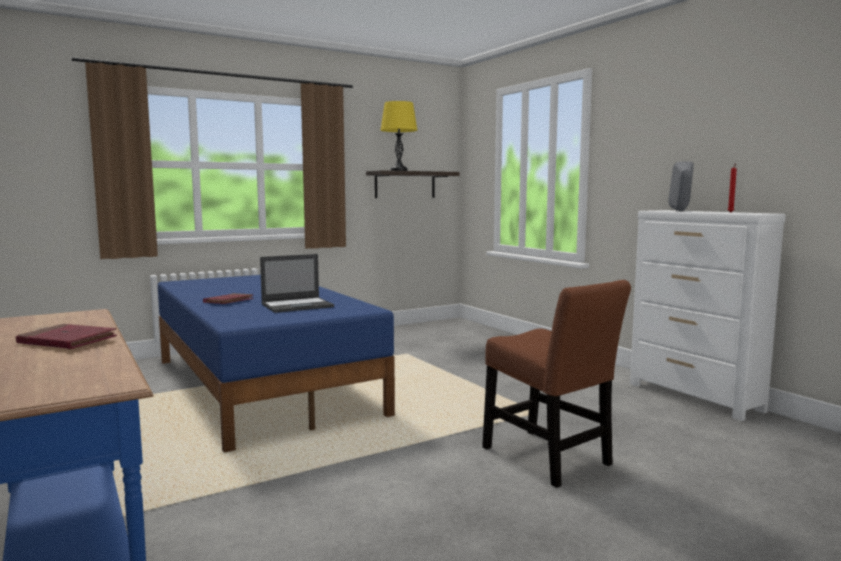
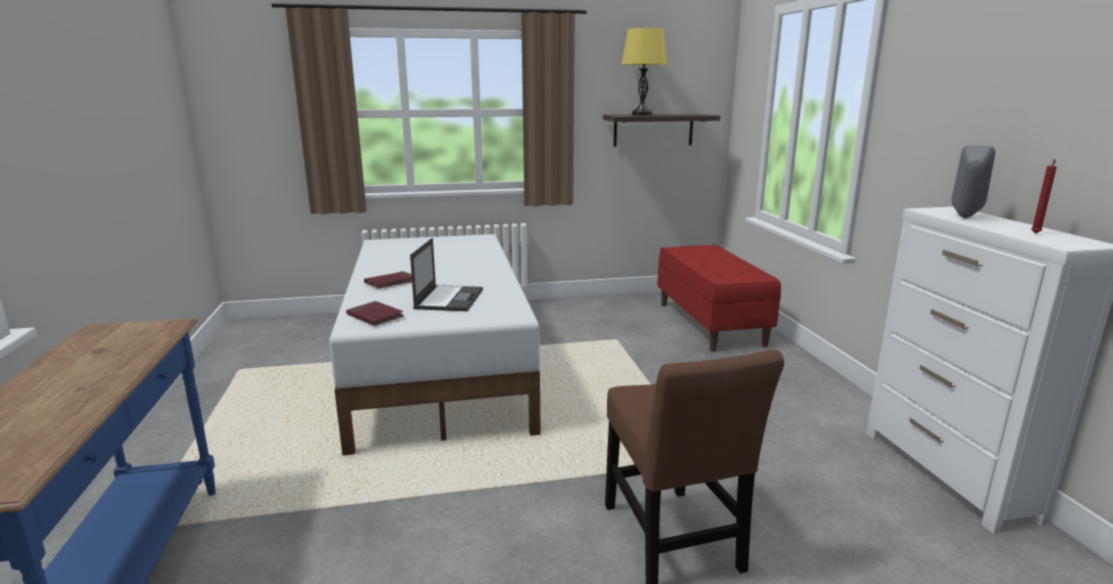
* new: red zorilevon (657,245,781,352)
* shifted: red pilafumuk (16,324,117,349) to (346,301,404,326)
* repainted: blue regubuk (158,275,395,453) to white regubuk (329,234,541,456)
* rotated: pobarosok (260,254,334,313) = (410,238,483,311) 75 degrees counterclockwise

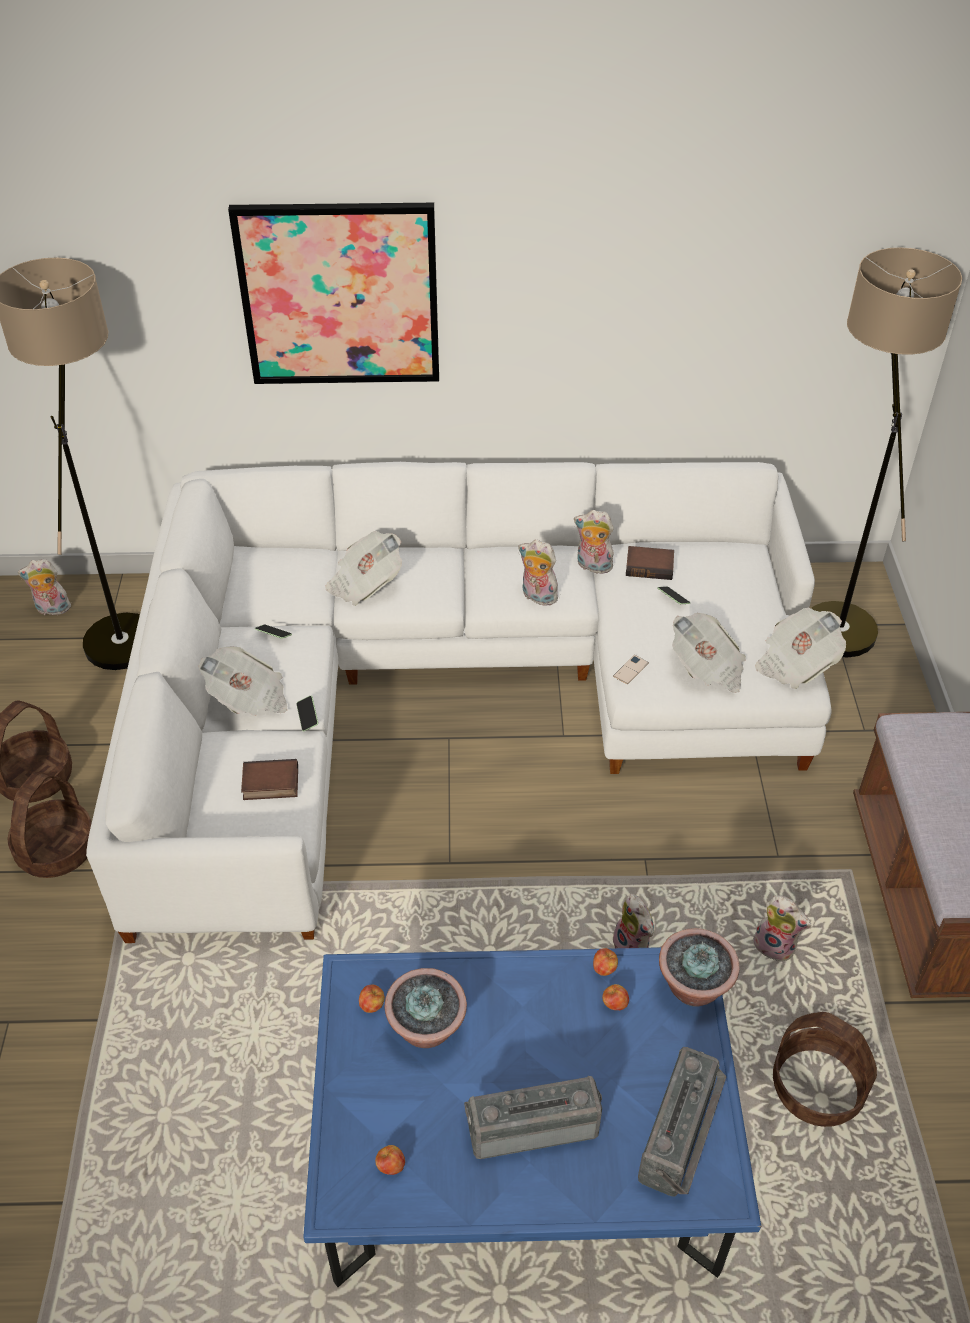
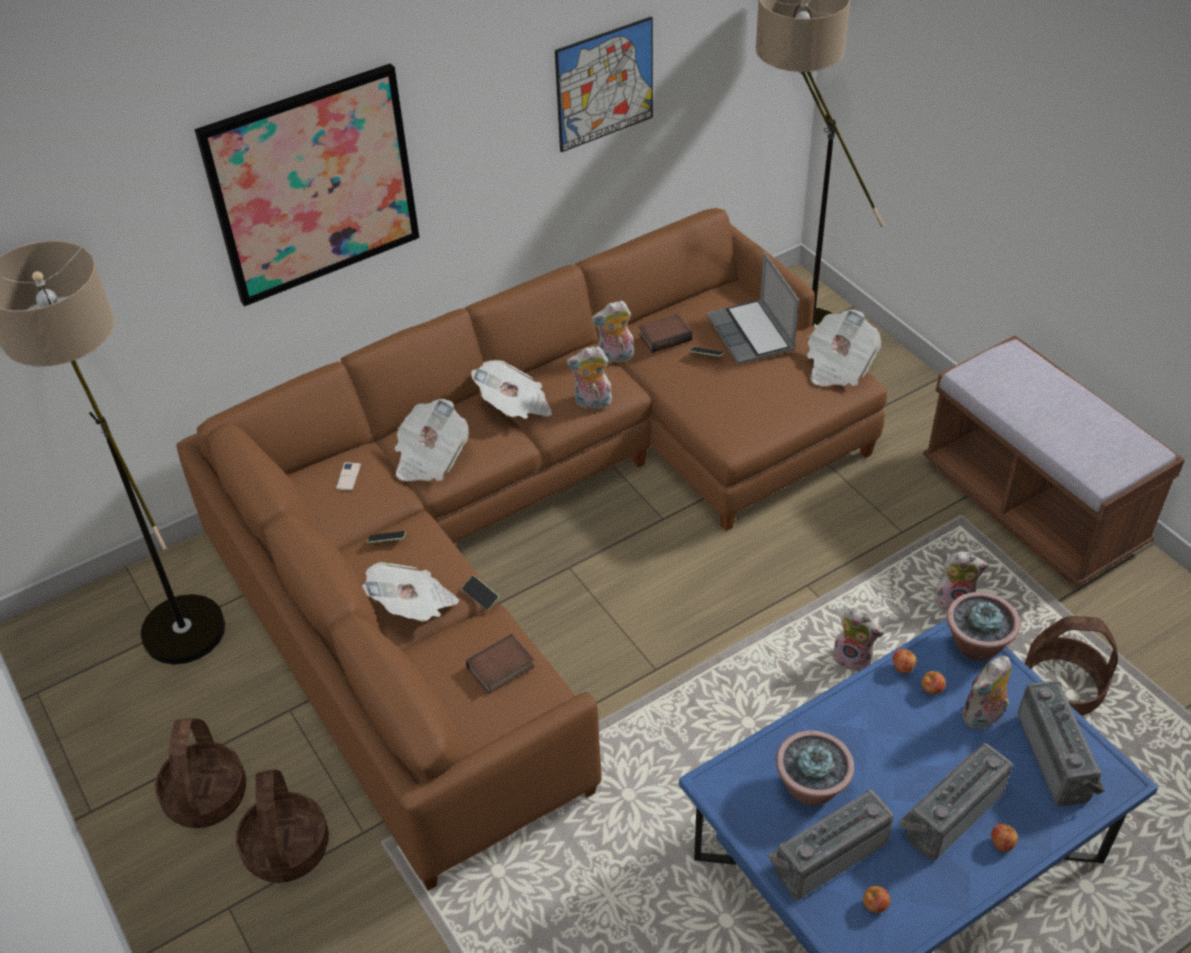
* new: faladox (555,16,653,152)
* new: pobarosok (707,252,799,364)
* new: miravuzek (768,790,894,900)
* shifted: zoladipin (18,559,72,615) to (962,656,1011,729)
* shifted: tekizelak (359,985,385,1013) to (991,824,1018,852)
* shifted: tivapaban (613,655,649,684) to (335,462,361,491)
* shifted: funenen (672,613,746,693) to (471,360,552,419)
* repainted: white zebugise (86,462,832,943) to brown zebugise (177,208,887,891)

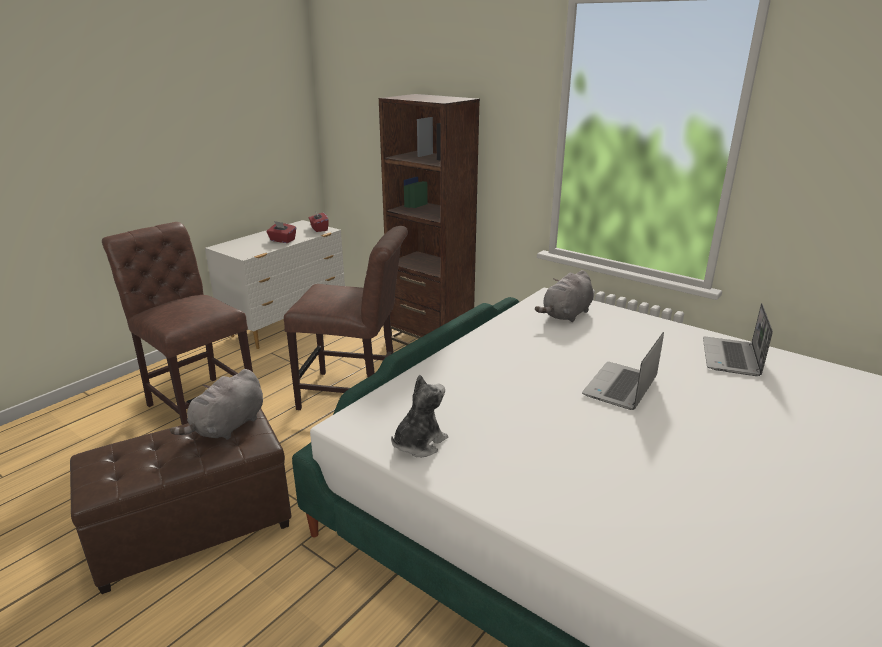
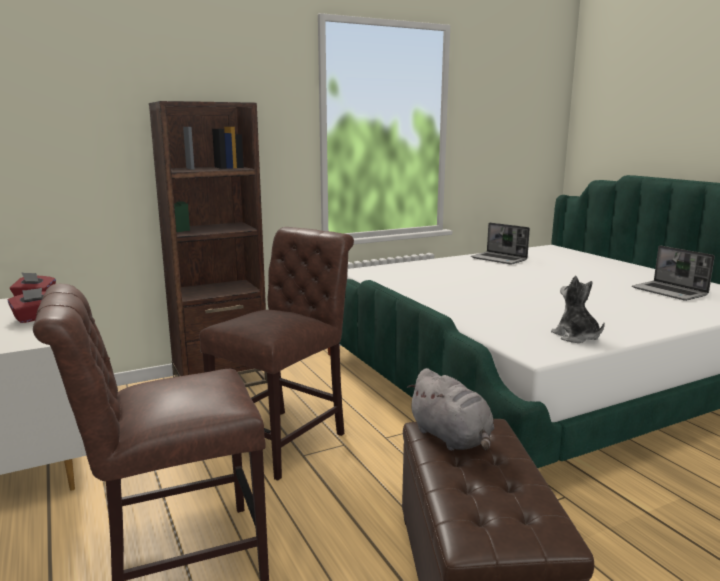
* gone: grey zoladipin (535,270,594,322)
* shifted: pobarosok (582,332,664,410) to (632,245,715,301)

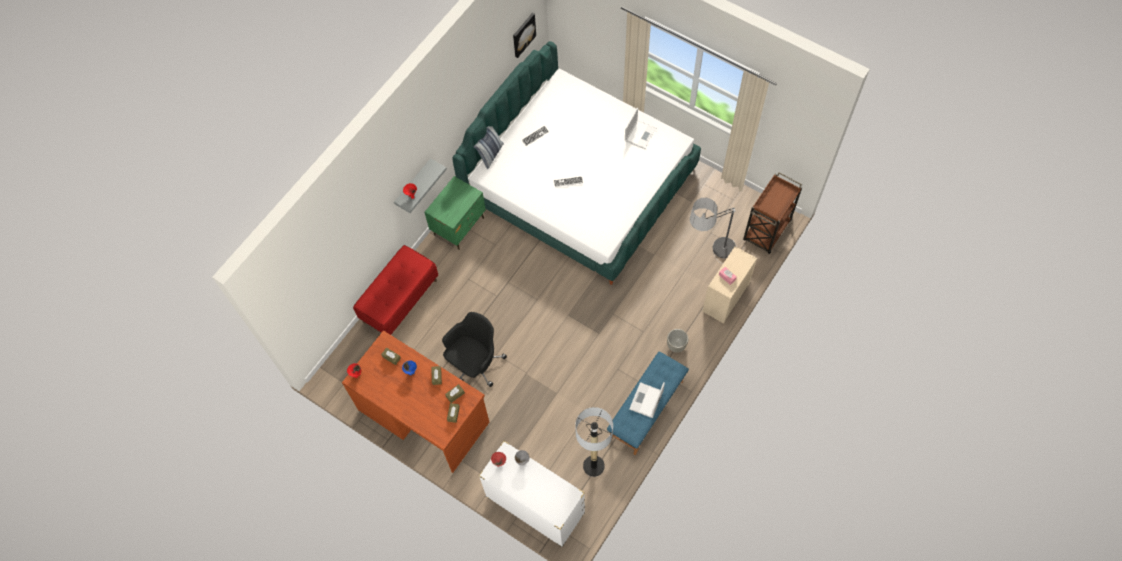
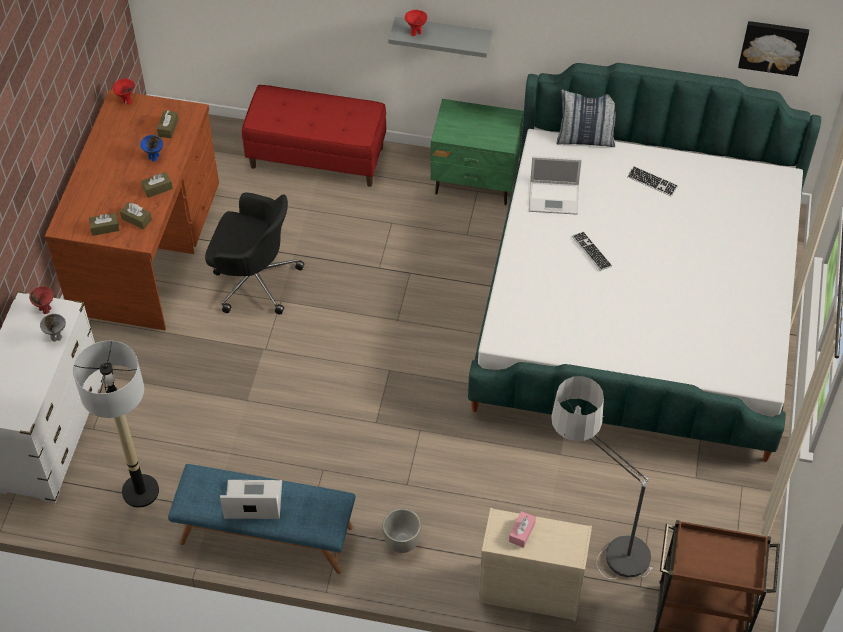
* shifted: pobarosok (625,108,656,149) to (529,156,582,215)

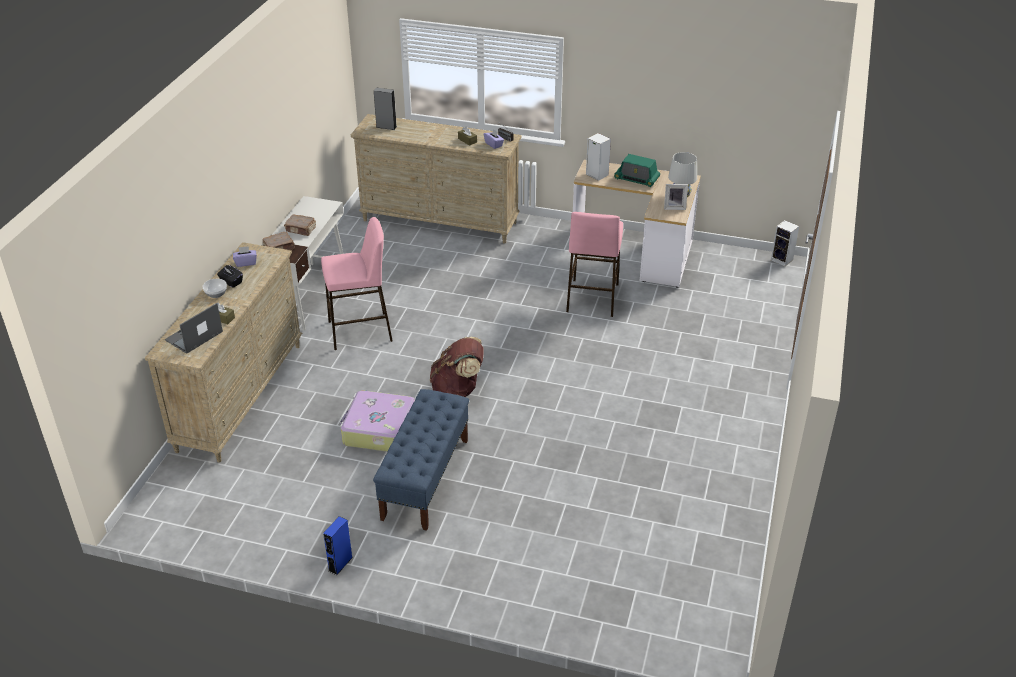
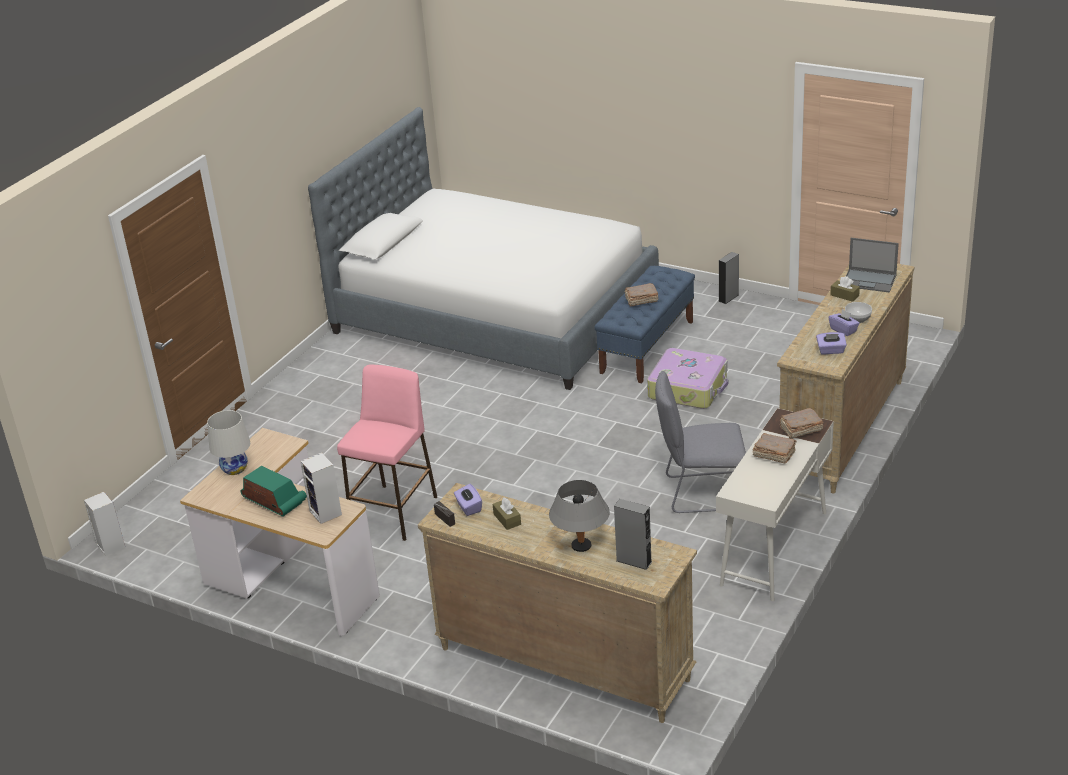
* gone: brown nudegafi (430,337,484,397)
* gone: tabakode (664,184,688,210)
* new: regubuk (308,107,659,390)
* new: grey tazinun (549,480,610,552)
* new: brown pilafumuk (625,283,658,307)
* swapped: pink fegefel (321,217,393,350) to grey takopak (655,371,746,513)
* repainted: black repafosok (217,265,243,288) to purple repafosok (828,309,860,336)
* repainted: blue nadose (323,516,353,575) to grey nadose (718,252,739,304)
* rotated: pobarosok (165,303,223,354) = (846,238,899,293) 60 degrees clockwise

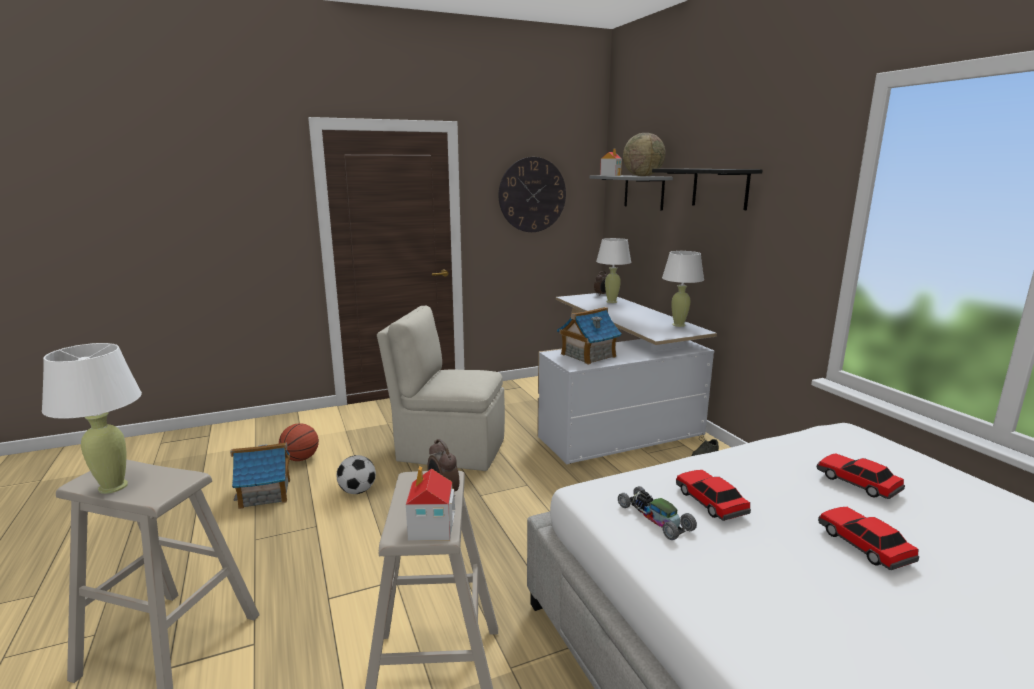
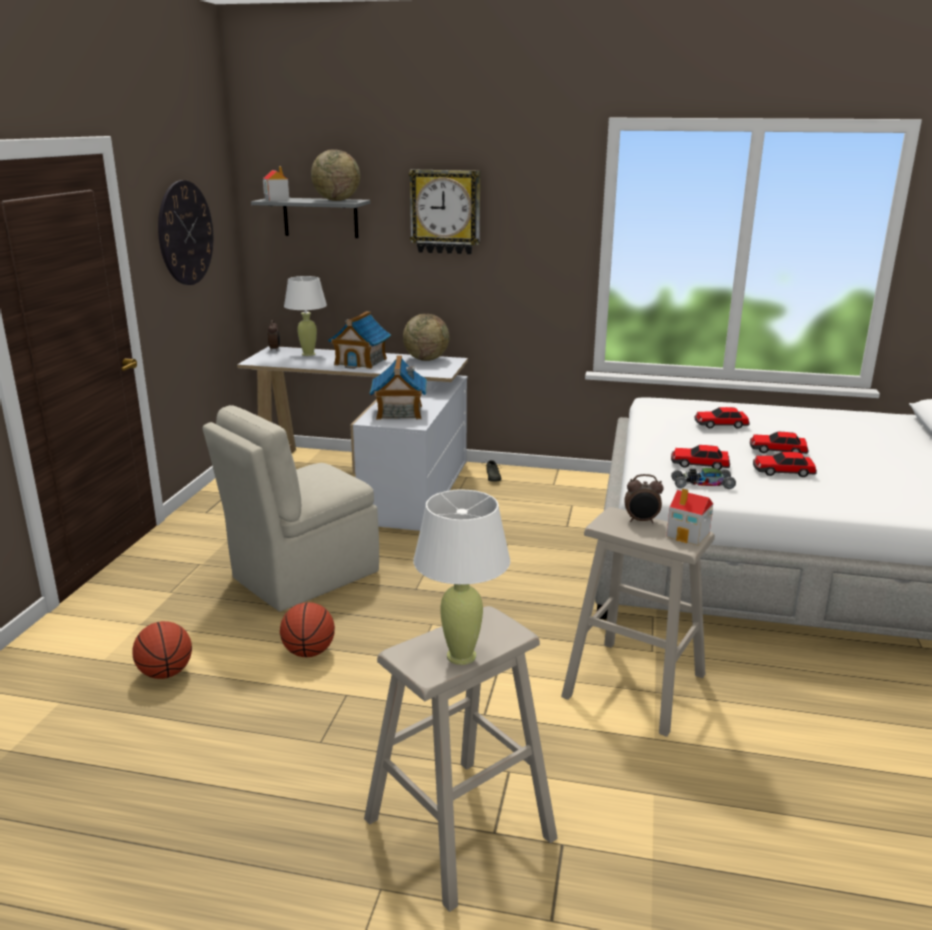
* new: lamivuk (753,452,817,477)
* shifted: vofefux (230,443,290,509) to (328,311,391,369)
* swapped: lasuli (337,455,376,494) to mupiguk (280,602,335,657)
* swapped: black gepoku (652,169,763,210) to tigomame (409,169,480,254)
* swapped: white tazinun (662,251,704,327) to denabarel (403,314,449,361)

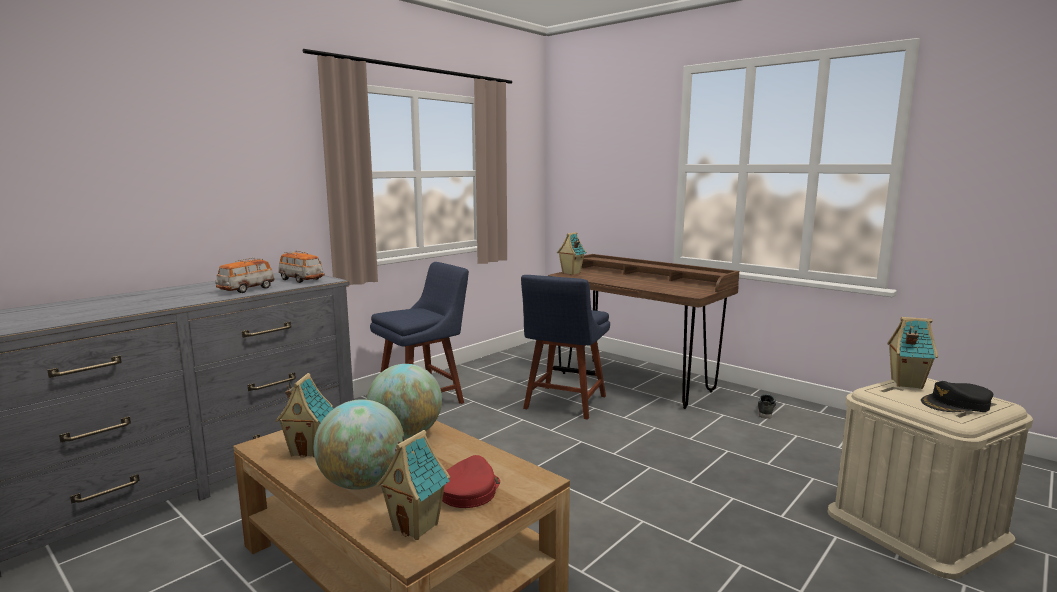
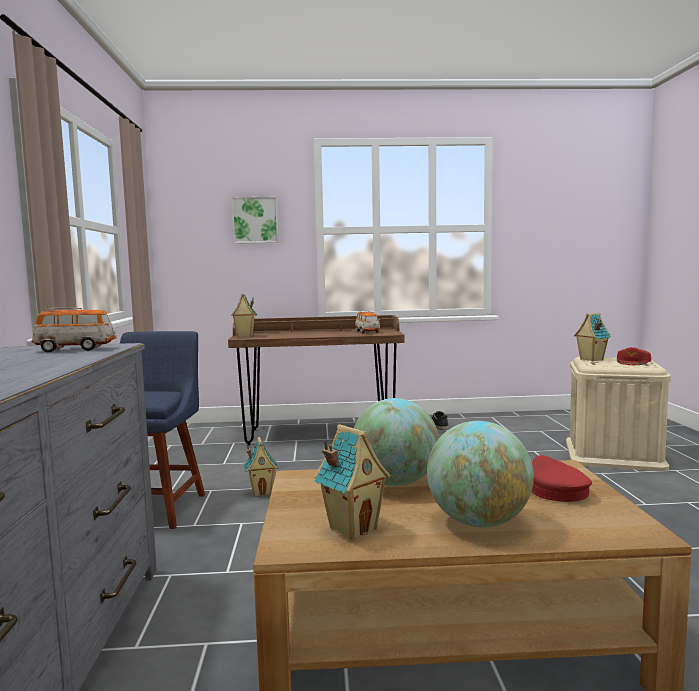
* gone: blue takopak (521,275,610,420)
* new: faladox (231,197,279,244)
* shifted: lamivuk (215,258,275,293) to (355,311,380,334)
* shifted: vofefux (376,430,450,540) to (244,437,278,497)
* repainted: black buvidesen (921,381,993,412) to red buvidesen (617,347,651,365)

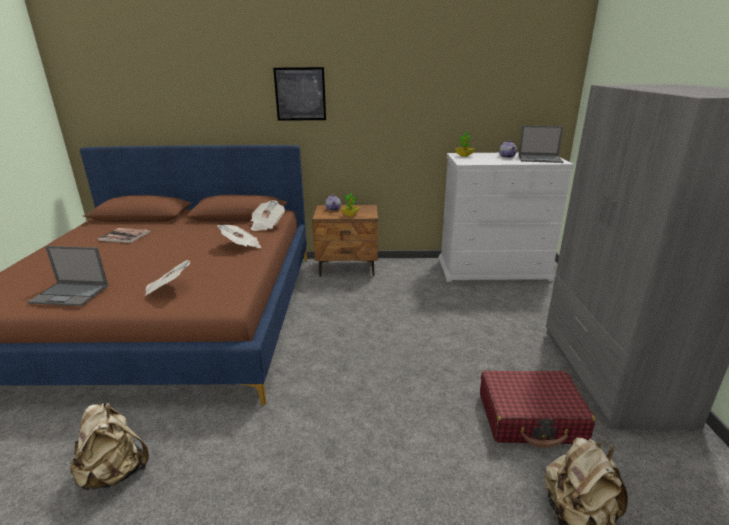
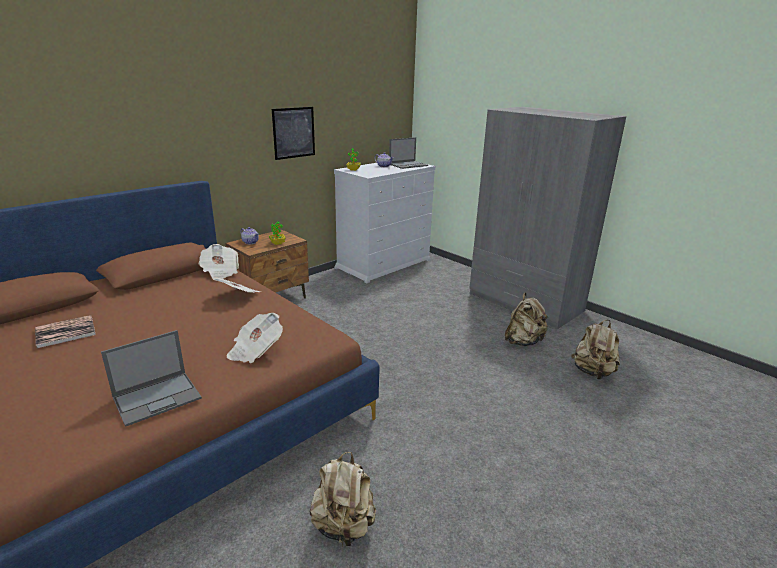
* shifted: faladox (273,67,326,121) to (272,107,315,160)
* swapped: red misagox (480,370,596,448) to beige nudegafi (505,293,549,346)

